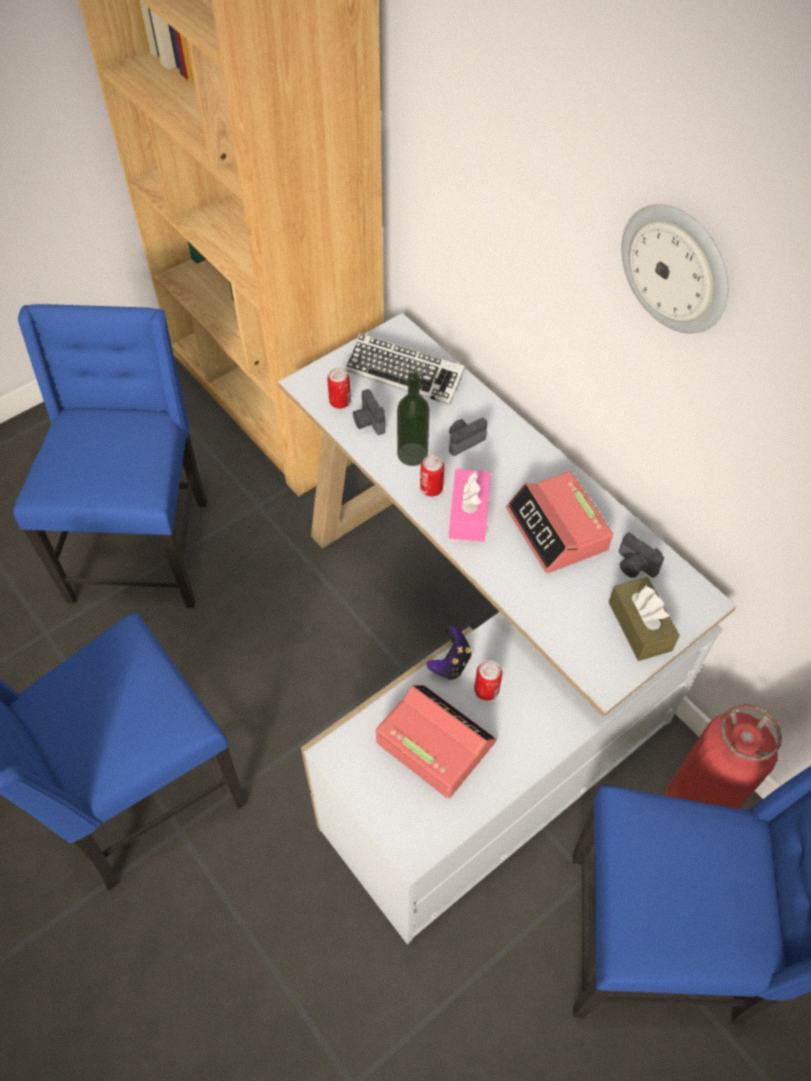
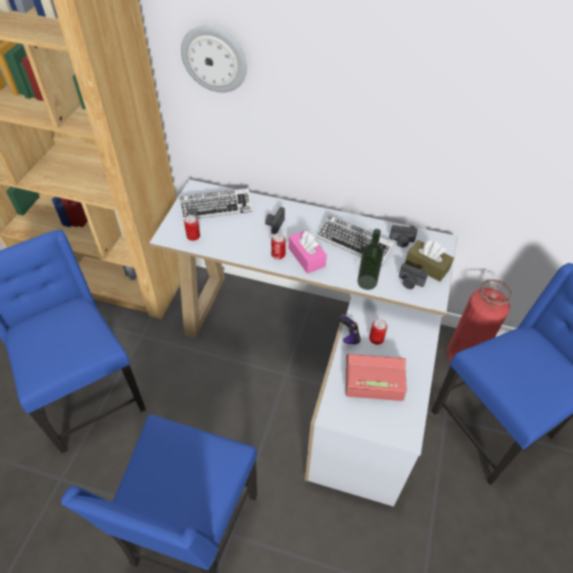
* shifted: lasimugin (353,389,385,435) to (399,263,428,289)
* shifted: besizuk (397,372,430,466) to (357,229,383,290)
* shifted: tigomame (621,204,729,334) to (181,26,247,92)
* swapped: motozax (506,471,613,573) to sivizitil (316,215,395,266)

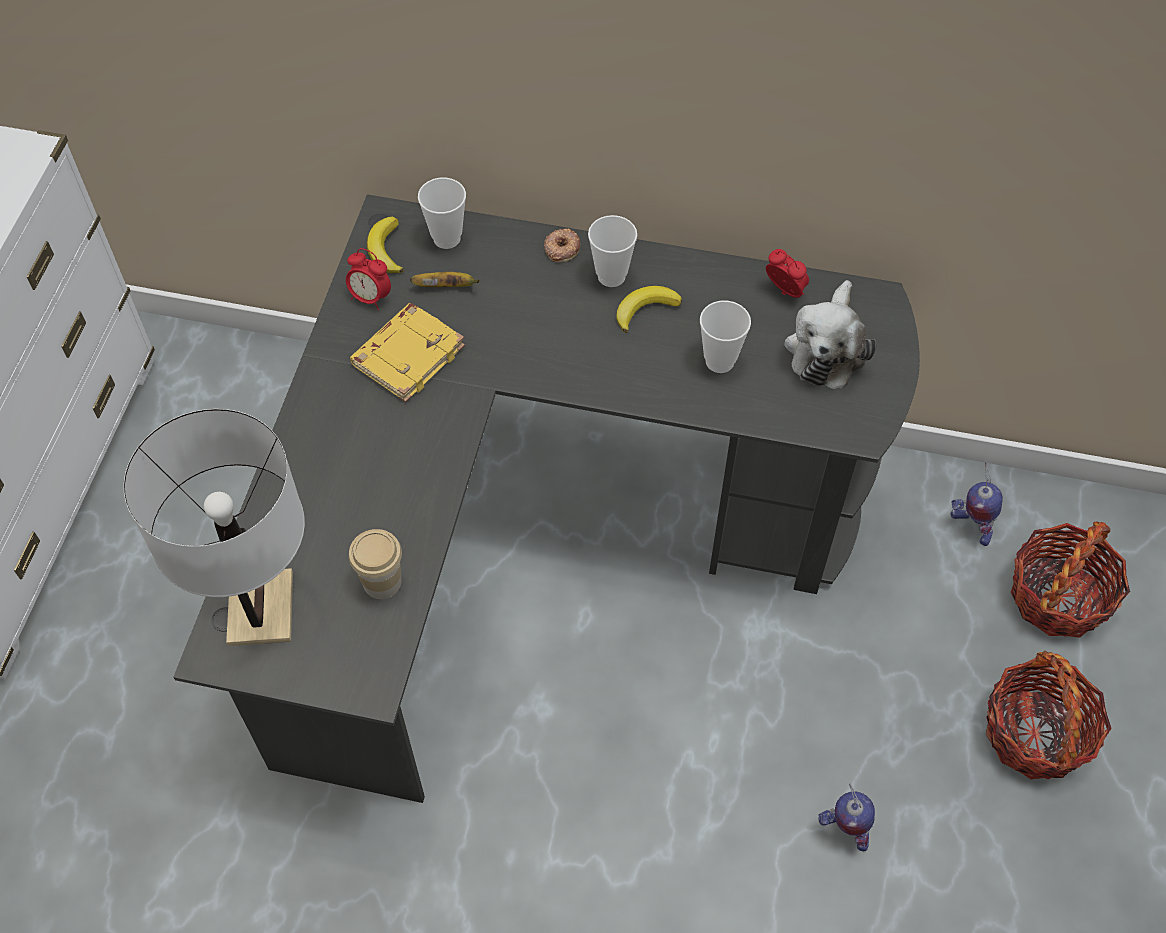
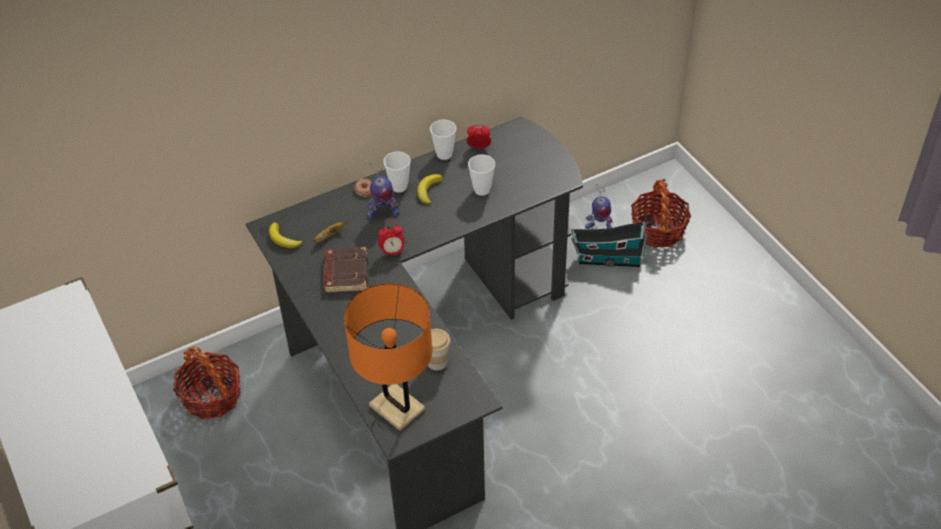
* gone: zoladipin (784,280,877,390)
* new: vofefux (571,221,648,267)
* shifted: motozax (346,248,391,310) to (378,223,404,258)
* shifted: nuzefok (418,178,466,249) to (430,120,456,160)
* shifted: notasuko (818,783,875,851) to (366,163,399,218)
* shifted: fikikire (986,651,1112,779) to (173,347,241,420)
* repainted: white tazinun (124,409,305,646) to orange tazinun (344,283,433,431)
* repainted: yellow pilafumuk (350,303,465,402) to brown pilafumuk (323,247,368,293)

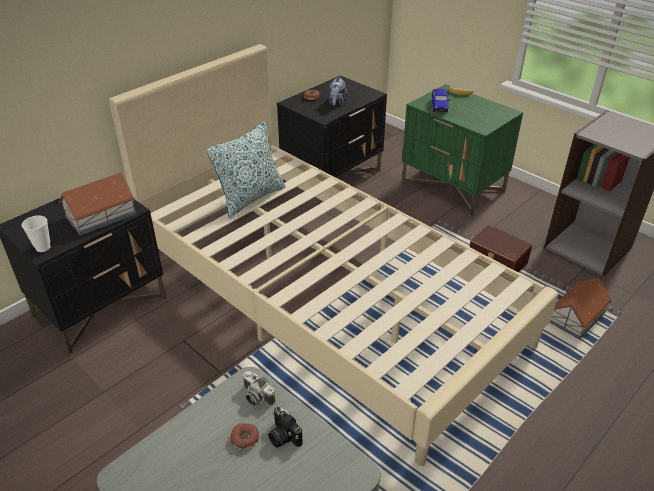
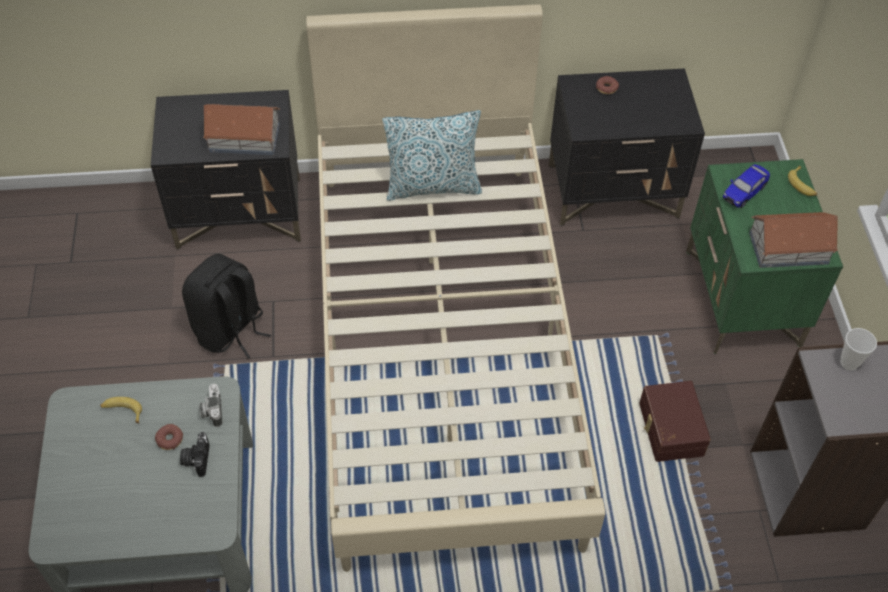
* gone: zoladipin (329,77,347,106)
* new: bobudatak (100,397,142,423)
* new: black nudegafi (182,254,271,359)
* shifted: nuzefok (22,215,50,252) to (840,328,877,371)
* shifted: vofefux (550,278,612,339) to (749,212,838,268)

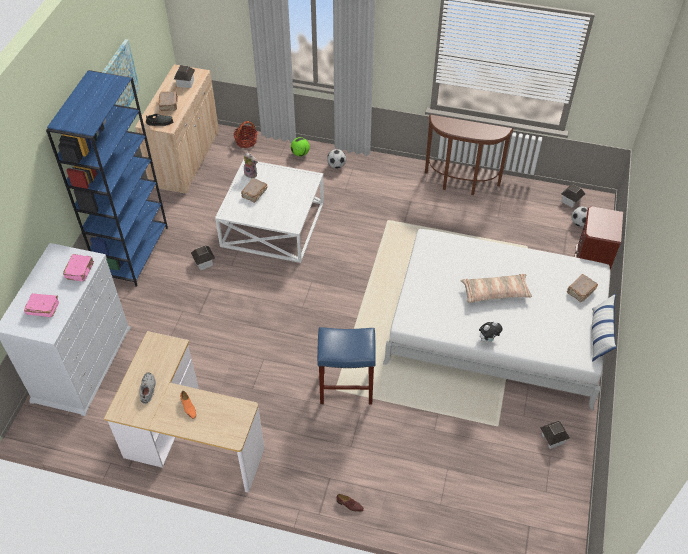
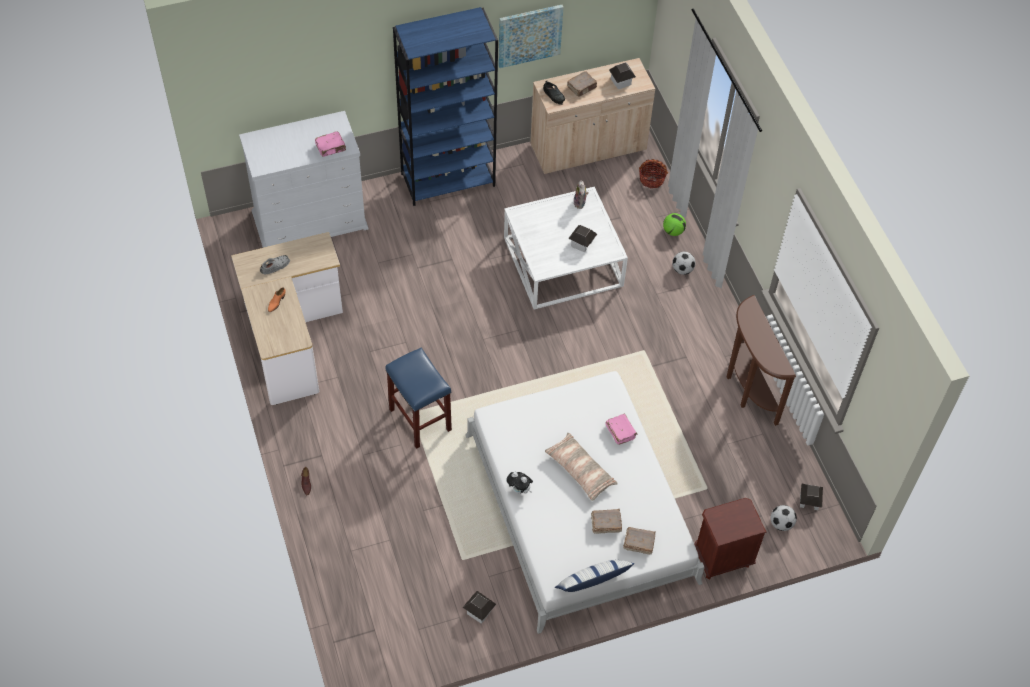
* shifted: pink pilafumuk (24,293,59,317) to (605,414,637,445)
* shifted: vofefux (191,246,215,270) to (568,225,597,252)
* shifted: brown pilafumuk (241,178,267,203) to (591,509,622,534)

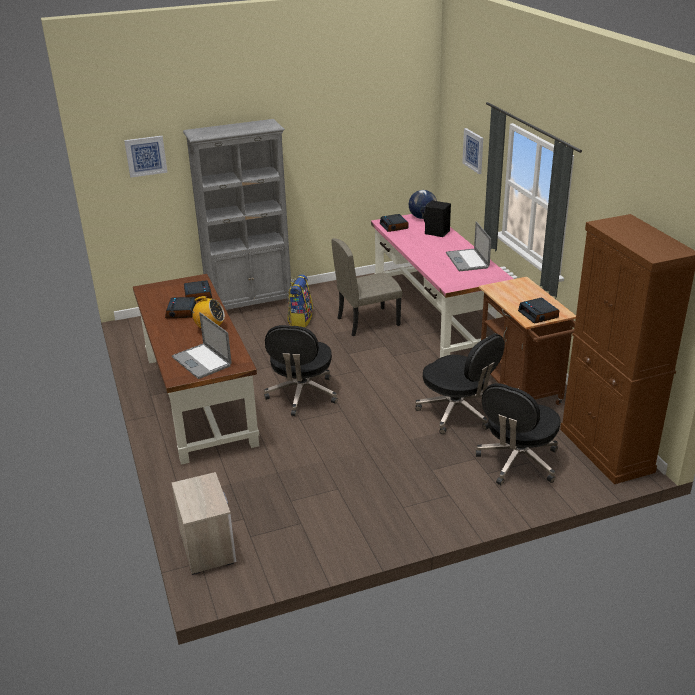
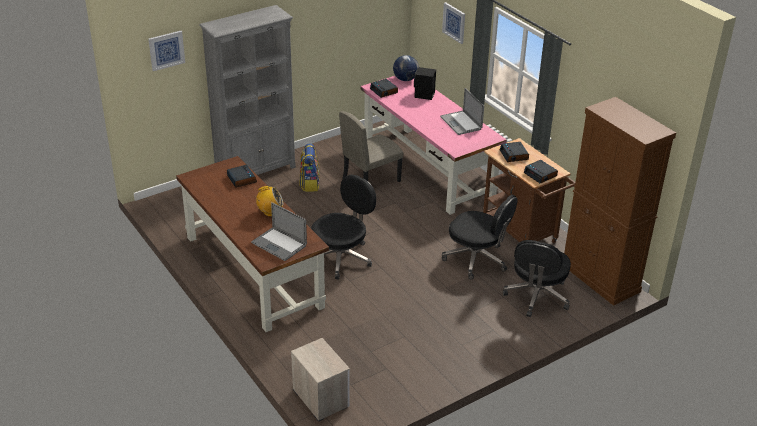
* shifted: motozax (165,297,196,318) to (500,142,529,162)
* rotated: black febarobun (264,325,338,416) = (311,175,376,280) 135 degrees counterclockwise

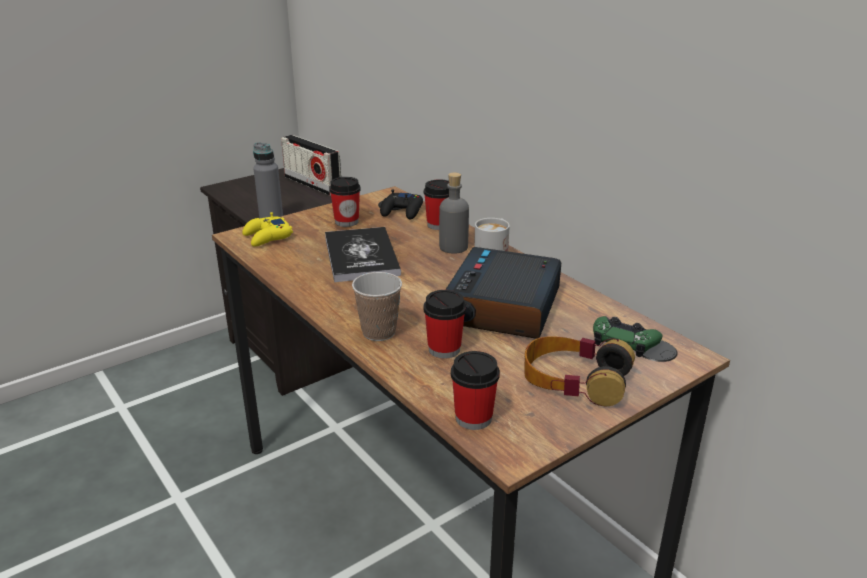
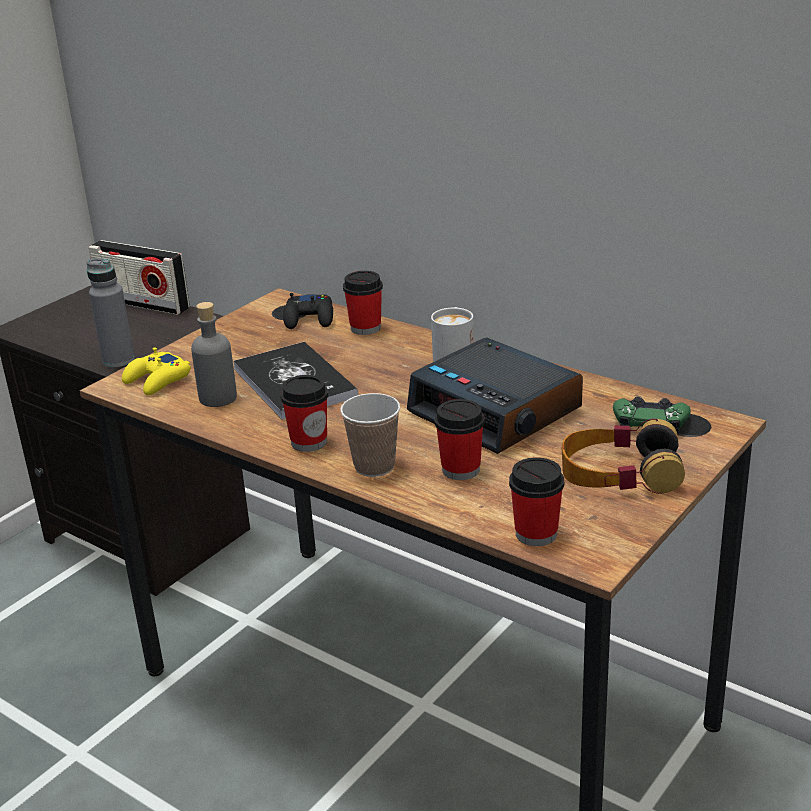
* shifted: nuzefok (329,177,361,227) to (280,375,328,452)
* shifted: grey besizuk (439,172,469,254) to (191,302,237,407)
* rotated: motozax (445,247,561,339) = (407,338,583,454) 45 degrees counterclockwise

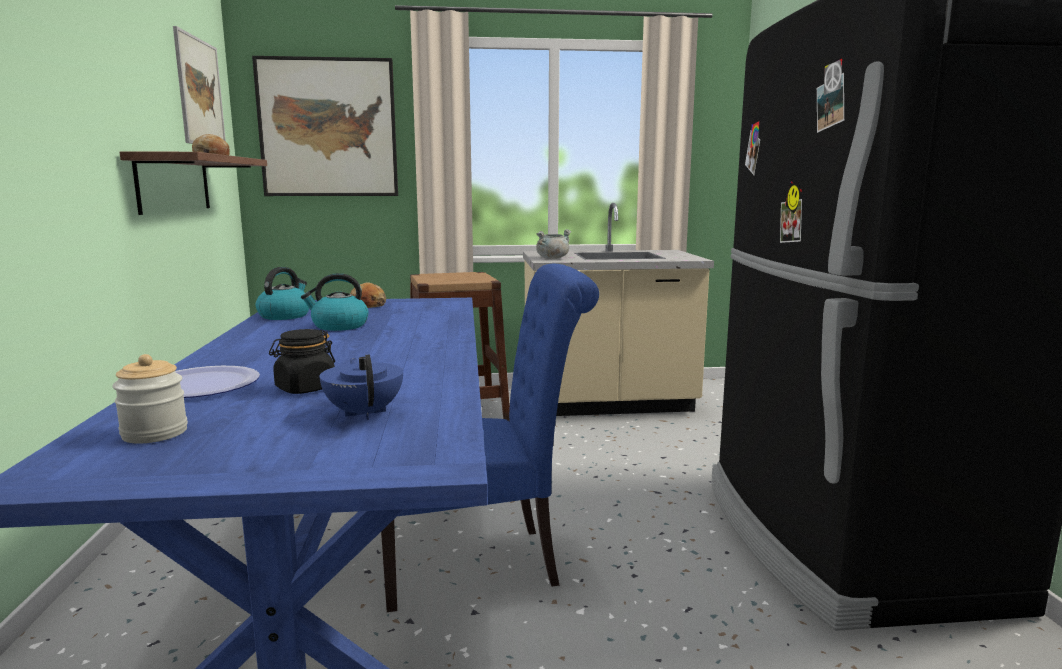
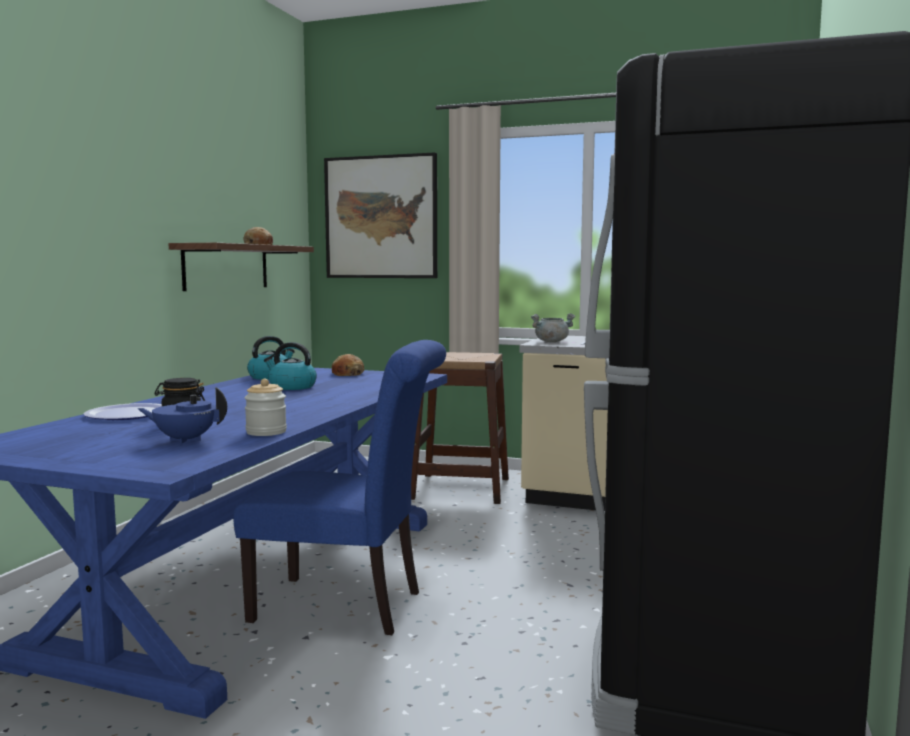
* gone: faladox (173,26,226,144)
* shifted: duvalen (112,354,188,443) to (244,379,287,436)
* rotated: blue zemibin (319,354,403,420) = (138,387,227,444) 90 degrees counterclockwise

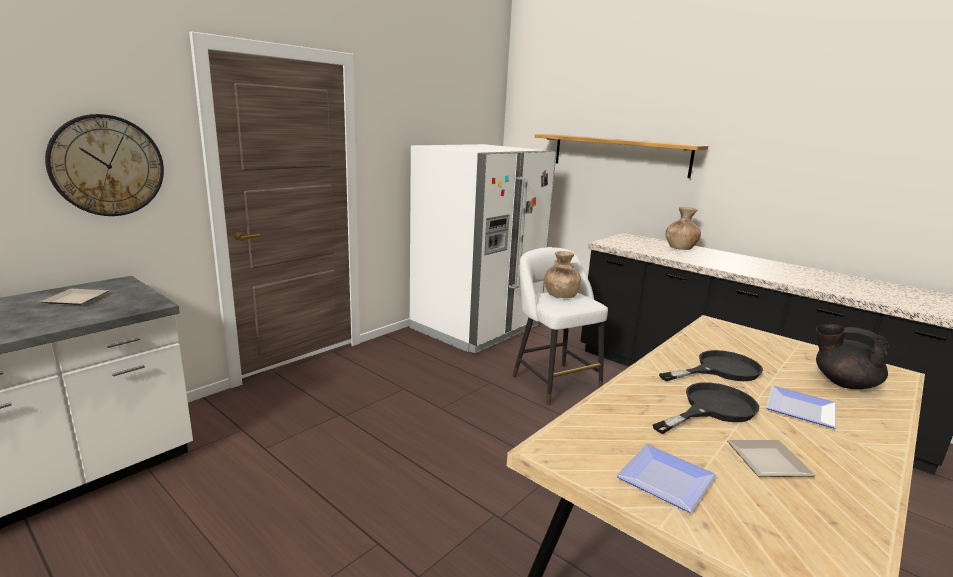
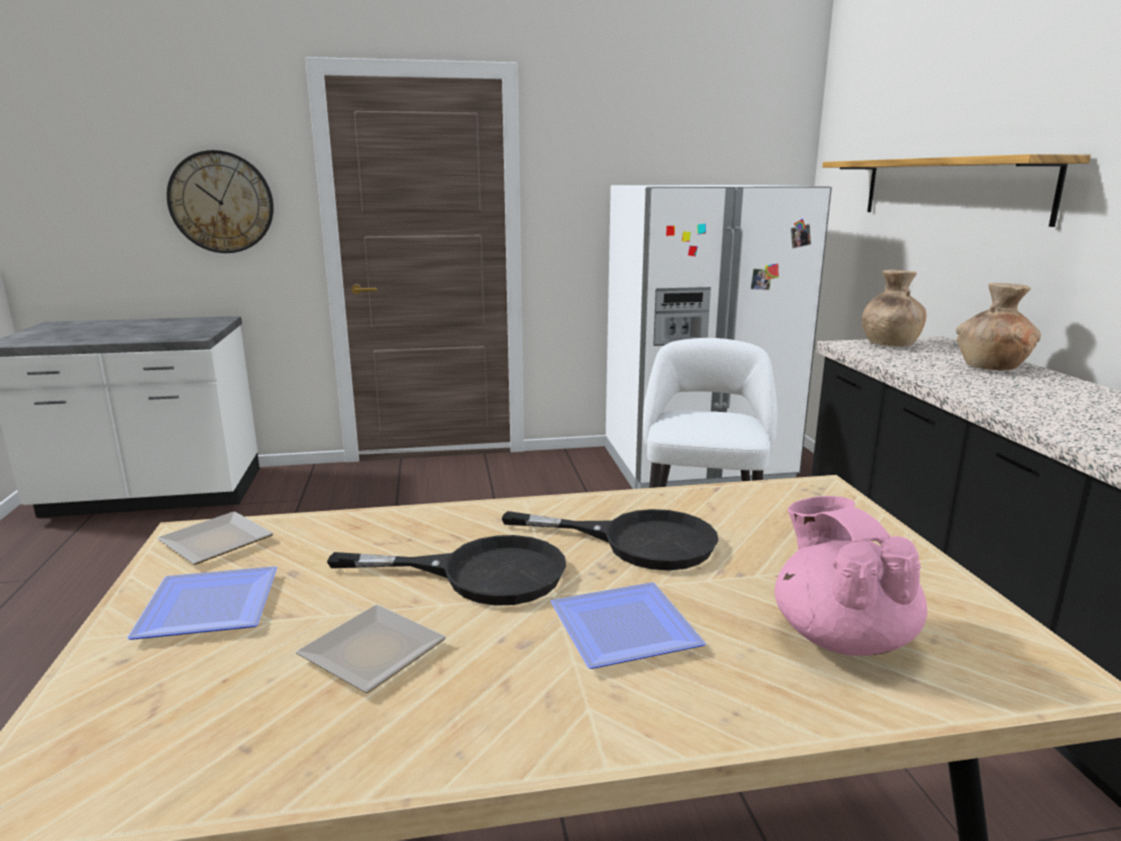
* shifted: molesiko (40,289,108,305) to (157,512,274,565)
* shifted: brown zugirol (544,251,581,298) to (862,270,926,347)
* repainted: black zemibin (816,324,890,389) to pink zemibin (775,496,927,656)

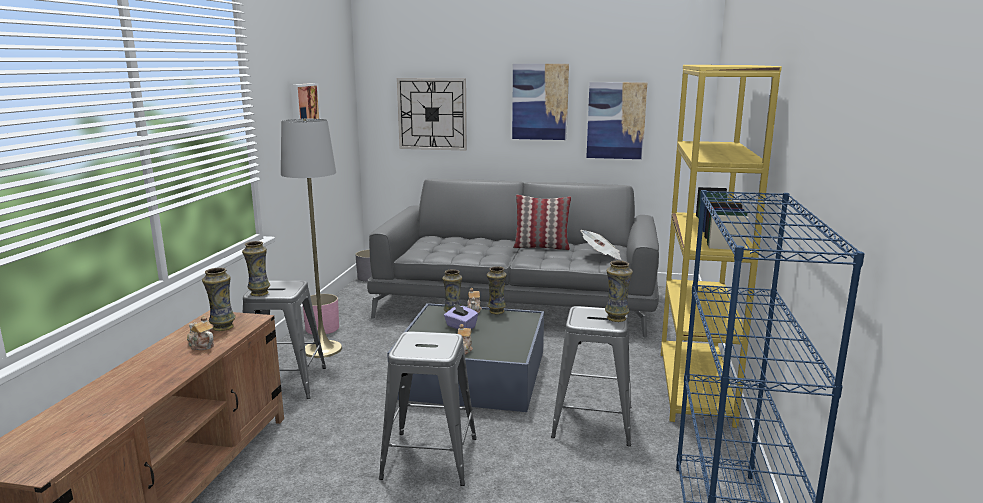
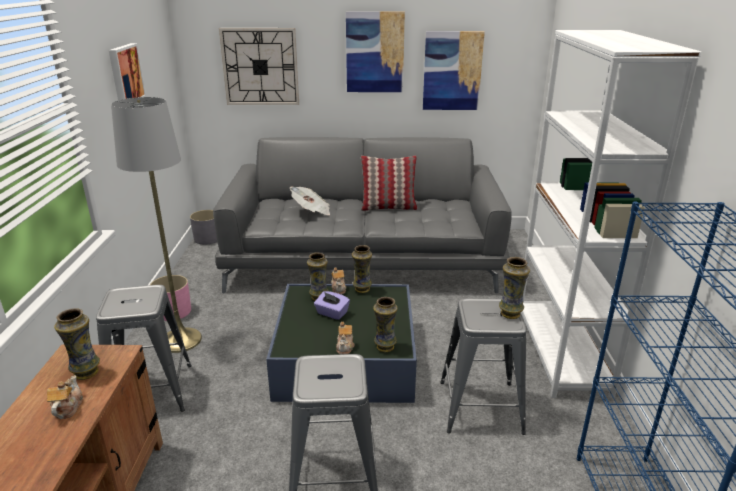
* shifted: zugirol (242,241,270,296) to (373,297,398,352)
* shifted: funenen (580,230,621,260) to (290,186,330,215)
* repainted: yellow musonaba (661,65,782,428) to white musonaba (521,30,701,398)
* rotated: zemibin (187,316,214,350) = (47,375,83,419) 60 degrees clockwise

